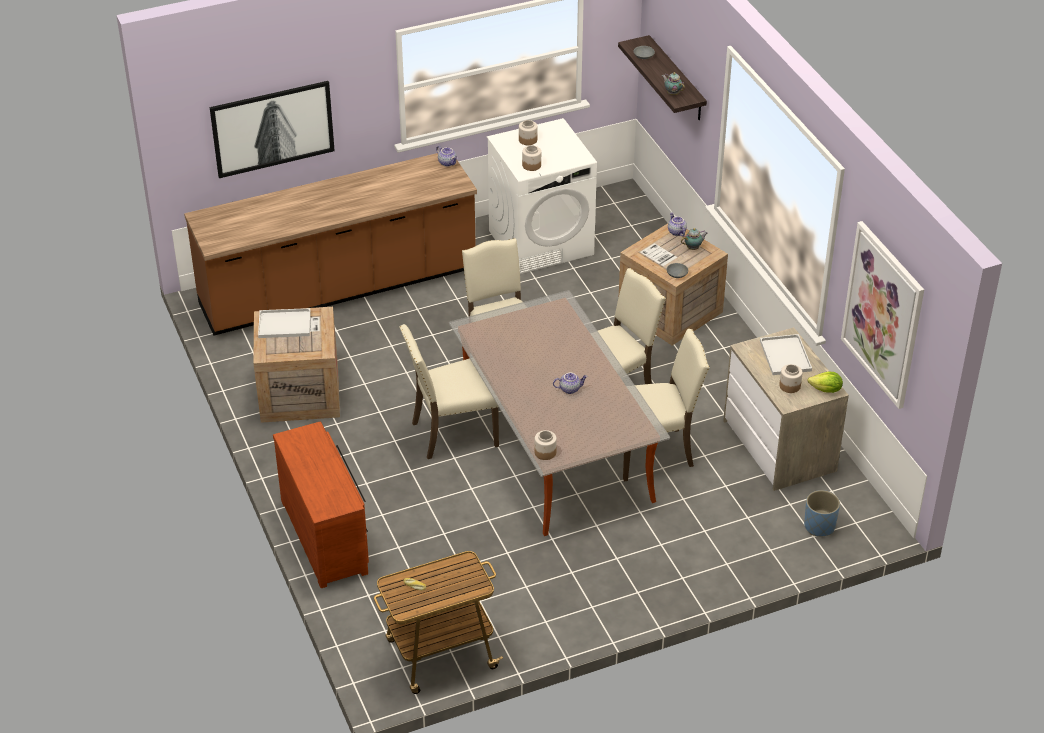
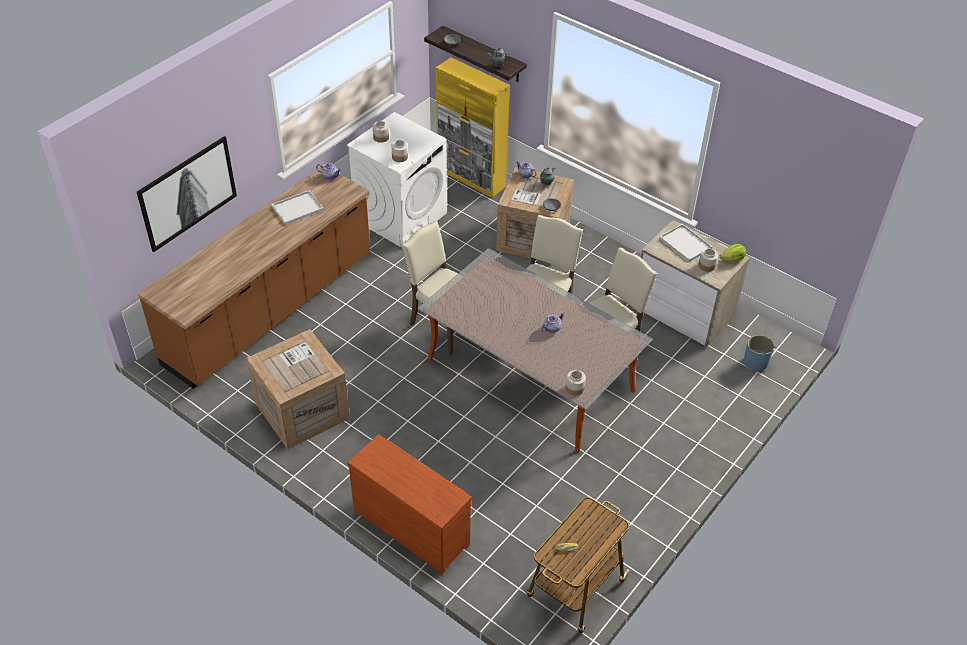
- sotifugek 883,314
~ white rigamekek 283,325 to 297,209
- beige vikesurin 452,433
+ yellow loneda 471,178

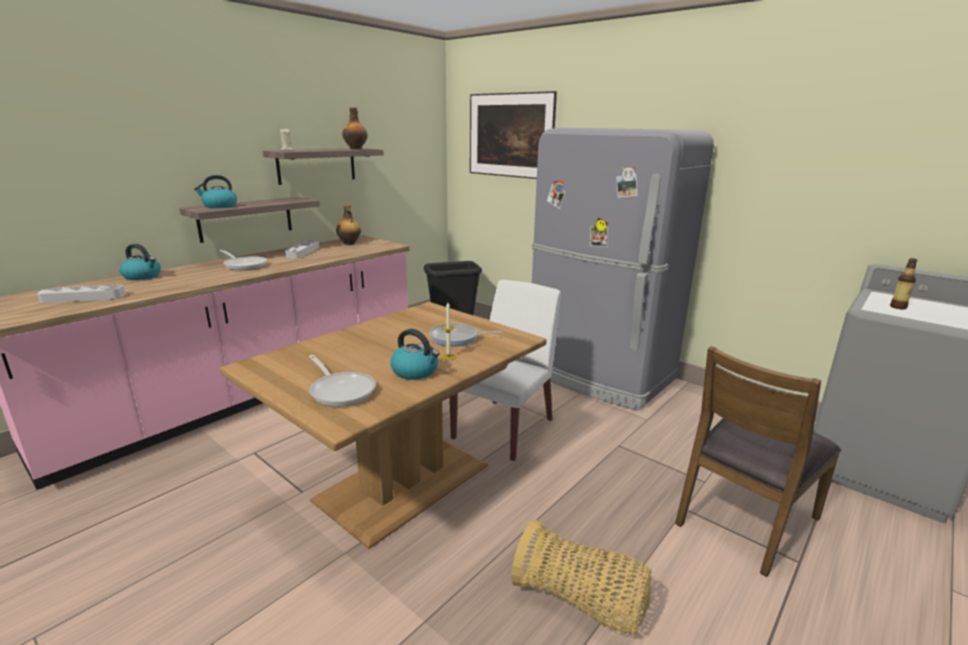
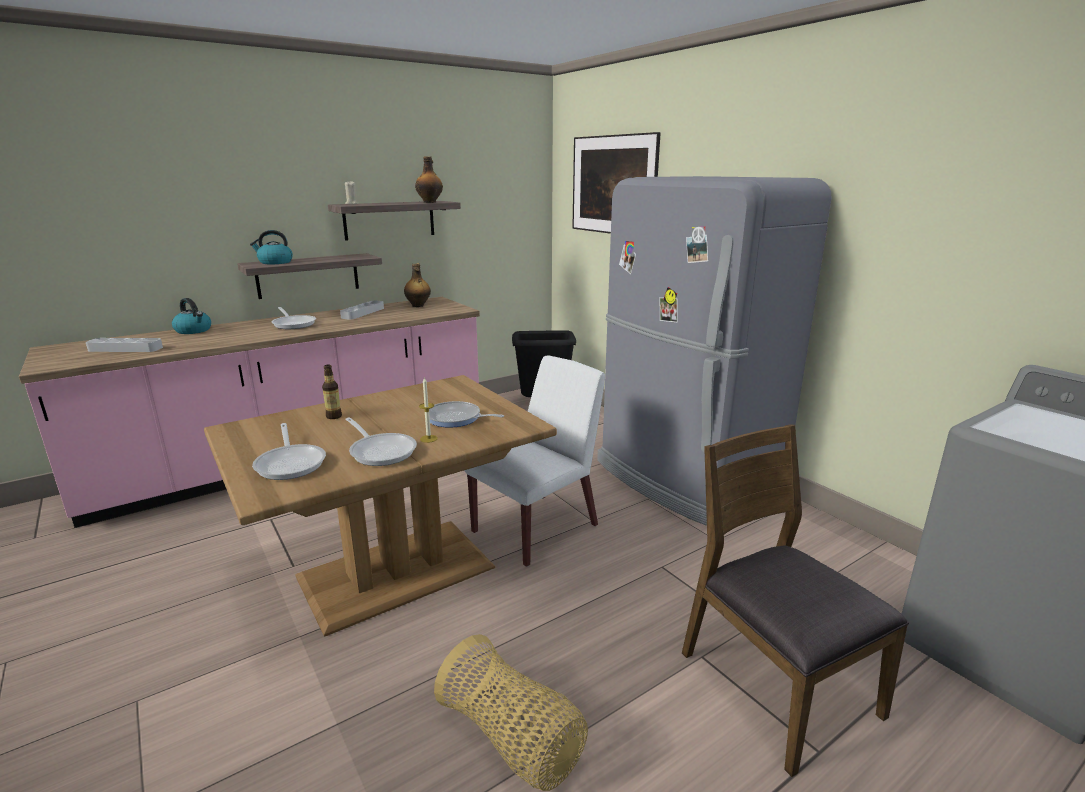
~ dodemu 898,307 to 334,416
~ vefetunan 415,371 to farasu 381,451
~ brown vikesurin 744,519 = 774,684 90 degrees clockwise

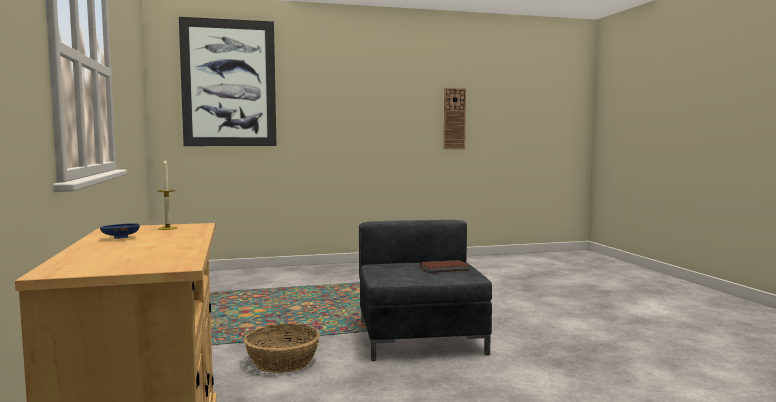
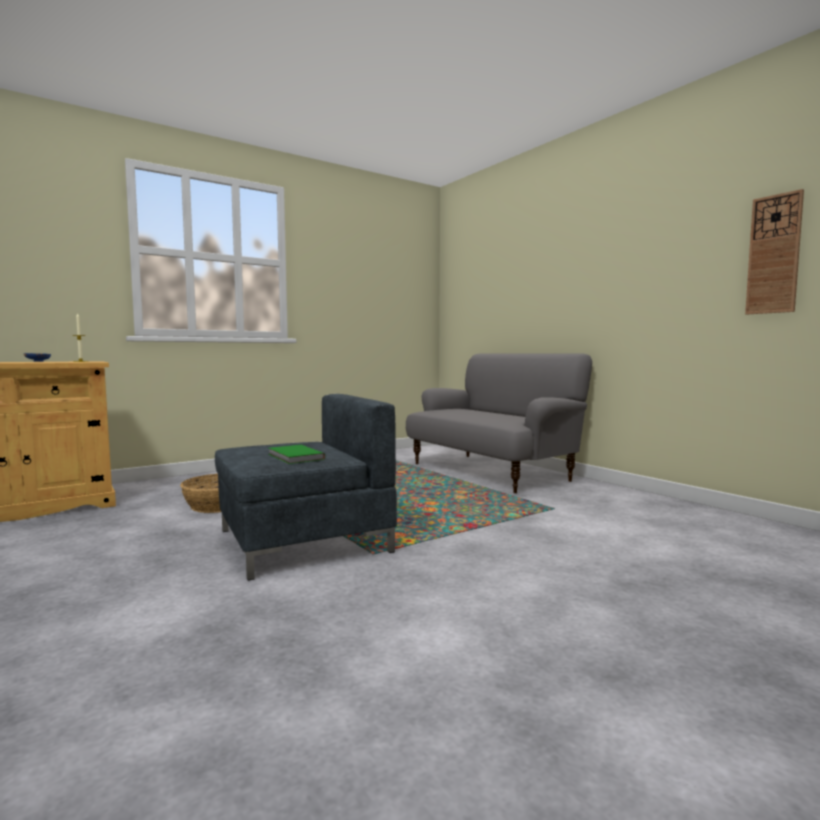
- sotifugek 229,83
~ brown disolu 445,269 to green disolu 294,457
+ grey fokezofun 490,471

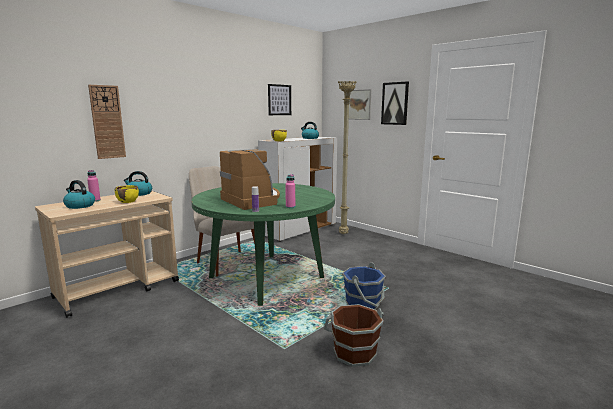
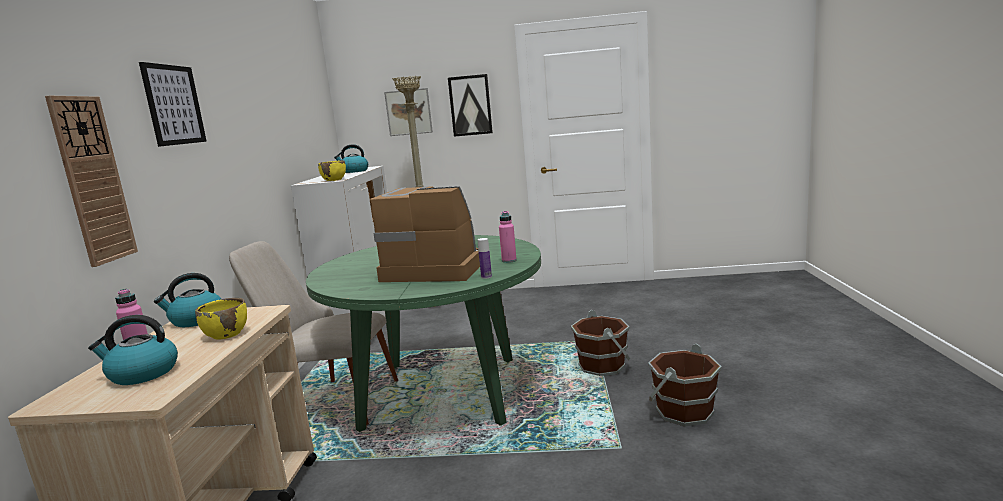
~ sotifugek 279,100 to 174,105
~ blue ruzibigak 363,304 to brown ruzibigak 602,366

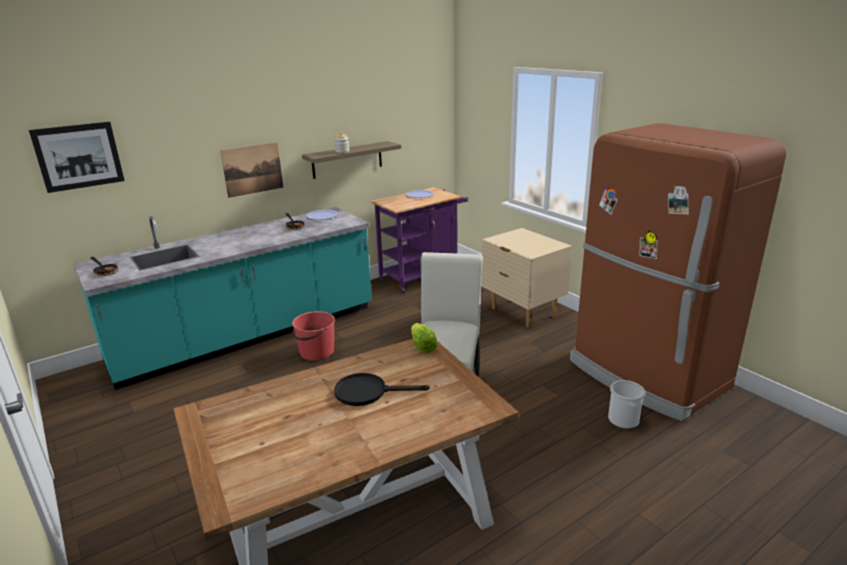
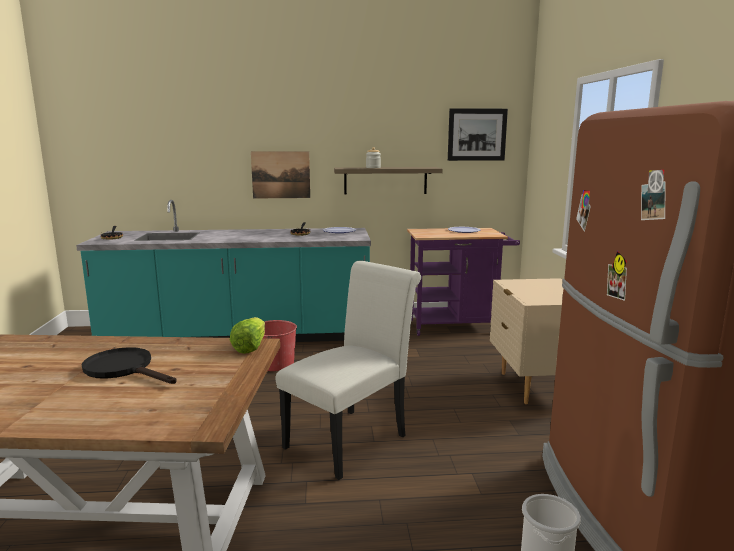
~ sotifugek 79,156 to 477,134

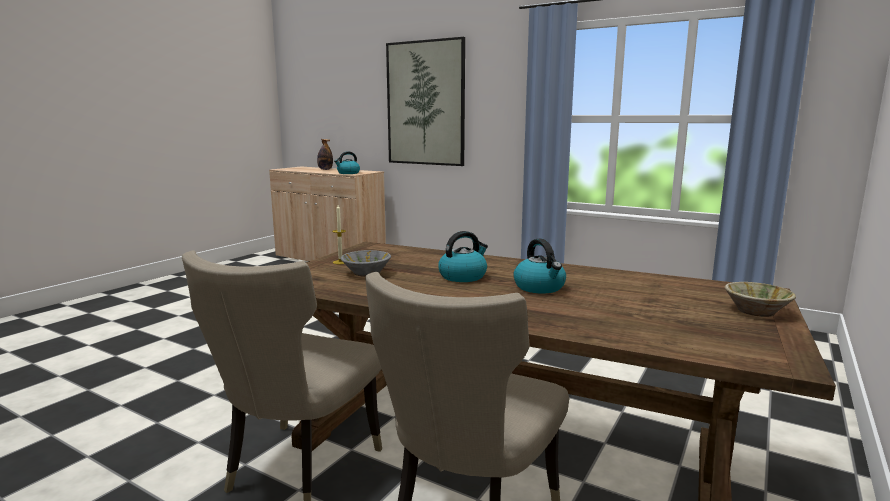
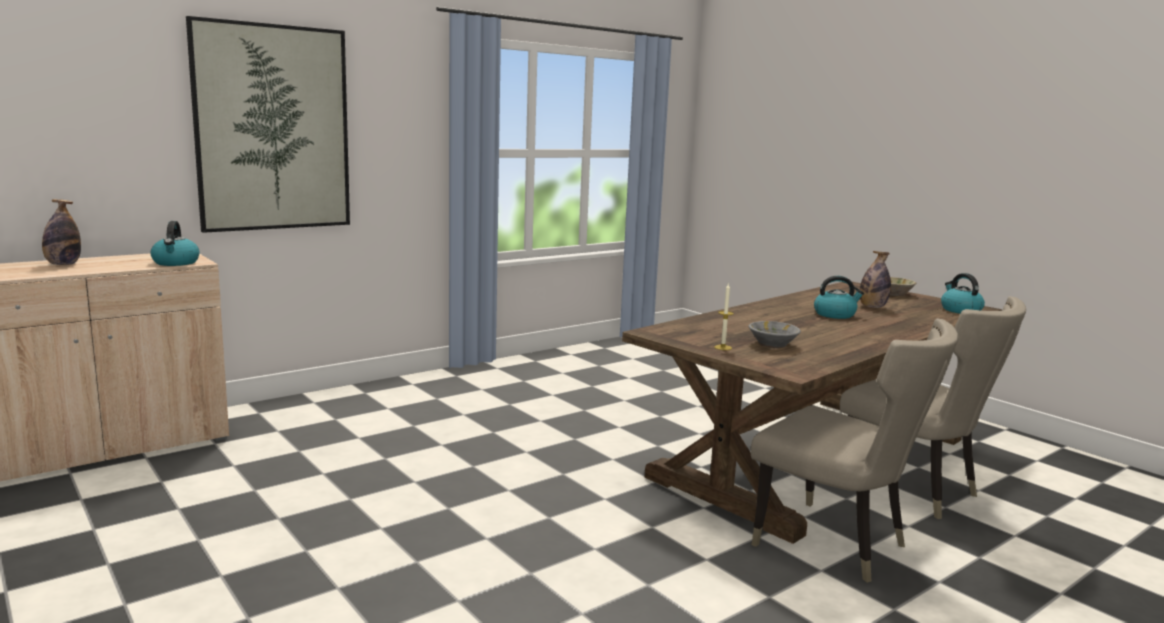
~ vefetunan 463,276 to 960,310
+ dodemu 872,307

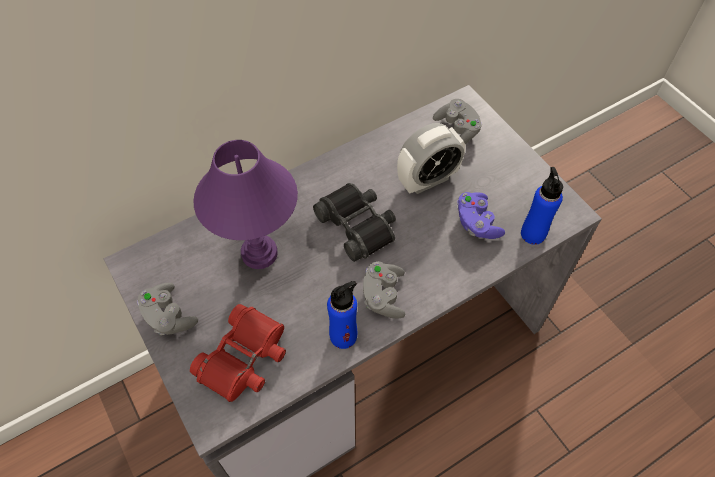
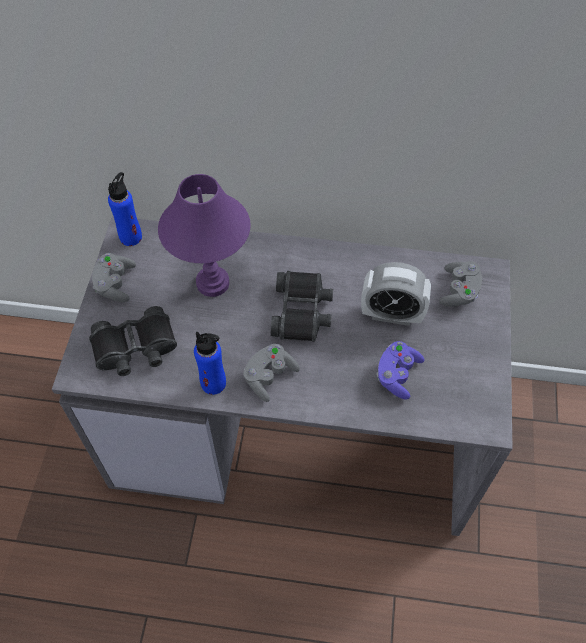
~ blue dodemu 533,234 to 131,237
~ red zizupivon 245,358 to black zizupivon 135,348

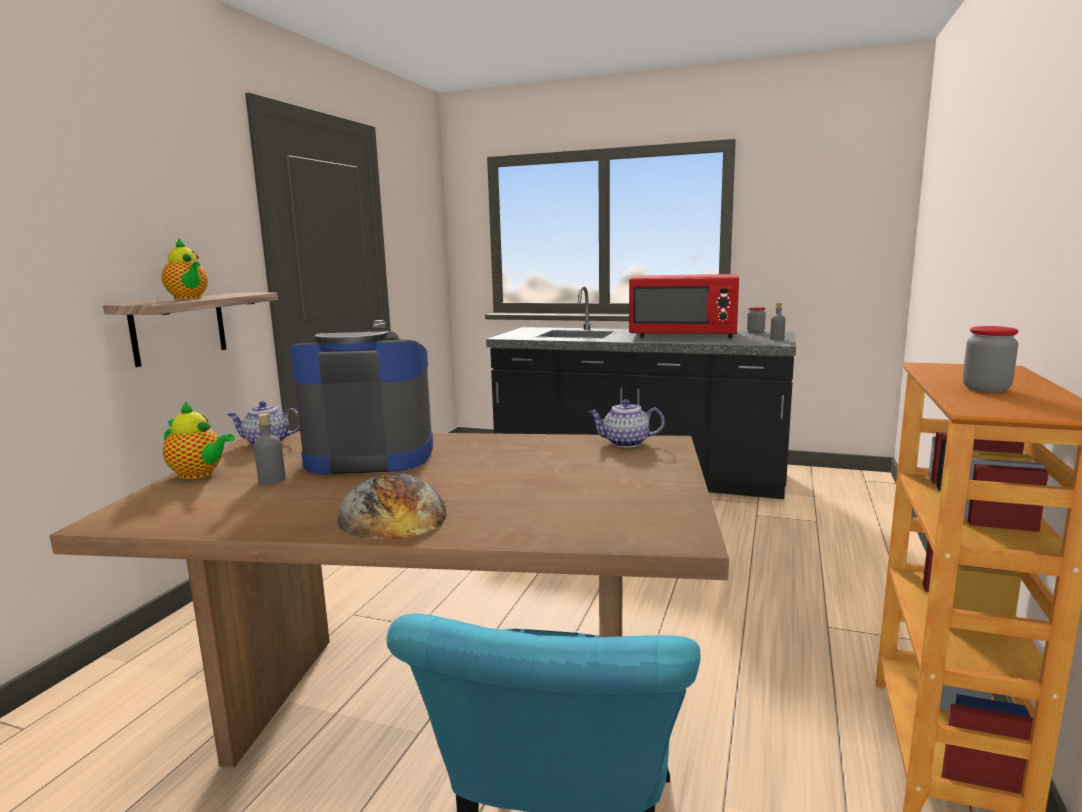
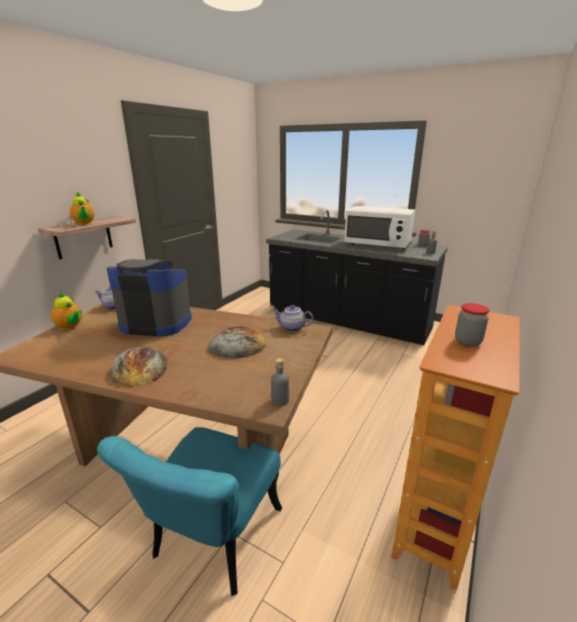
~ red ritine 684,336 to white ritine 378,245
~ grey dodemu 272,480 to 280,400
+ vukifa 237,345

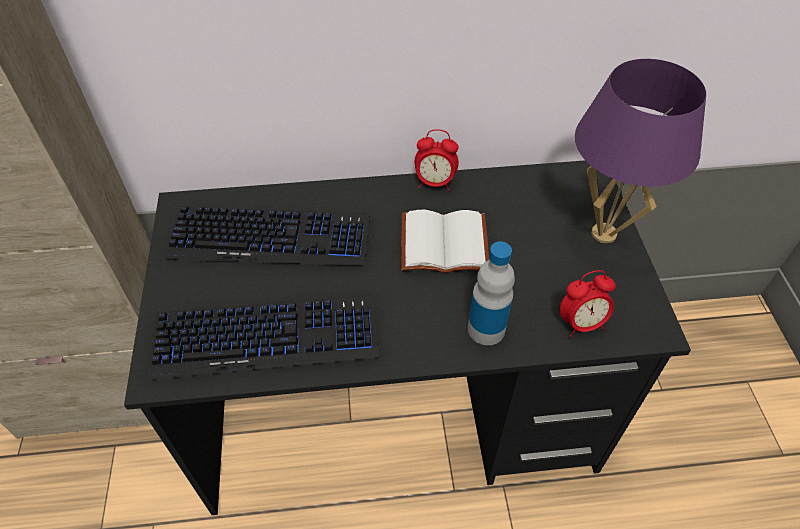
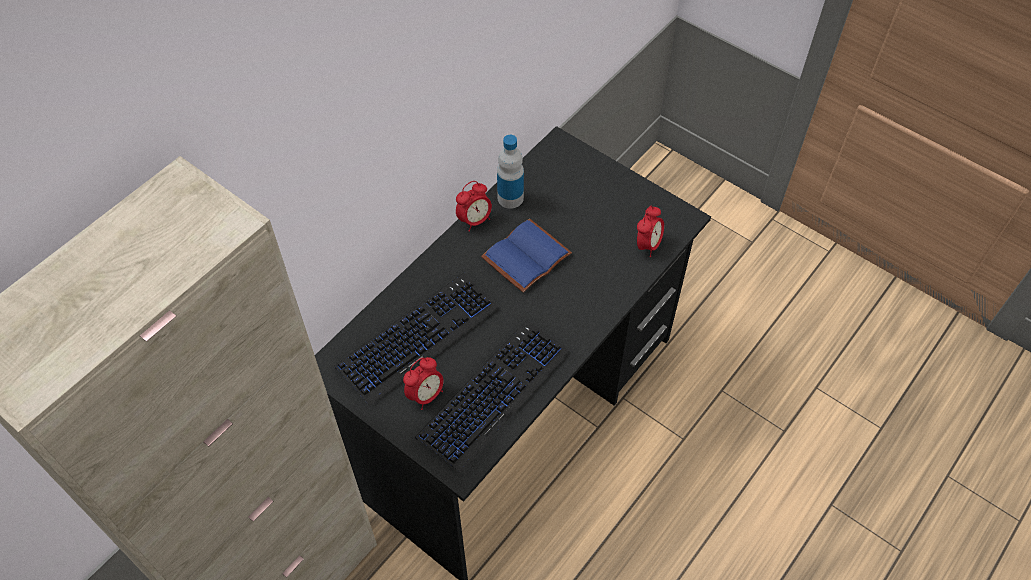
- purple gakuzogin 603,233
~ white disolu 445,242 to blue disolu 525,254
~ dodemu 486,329 to 510,198
+ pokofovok 426,395

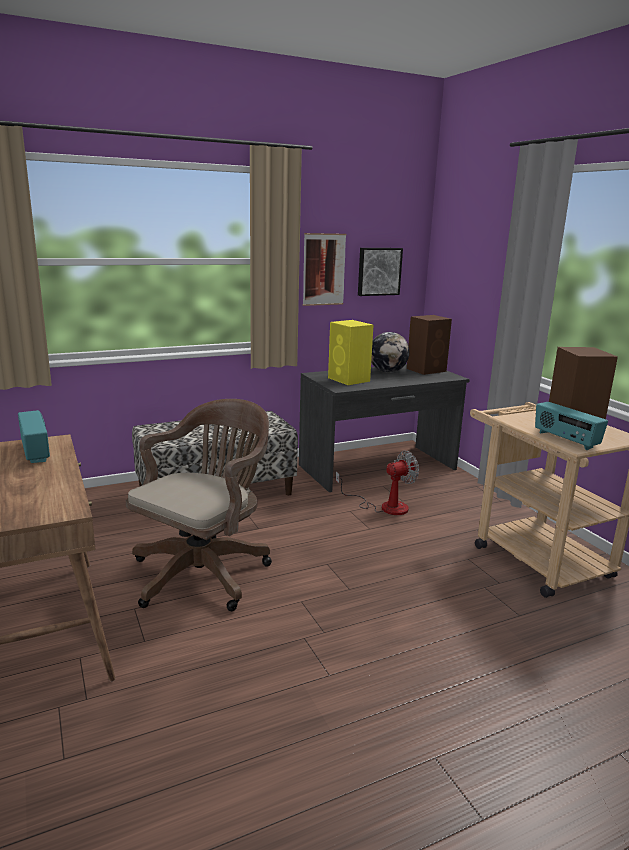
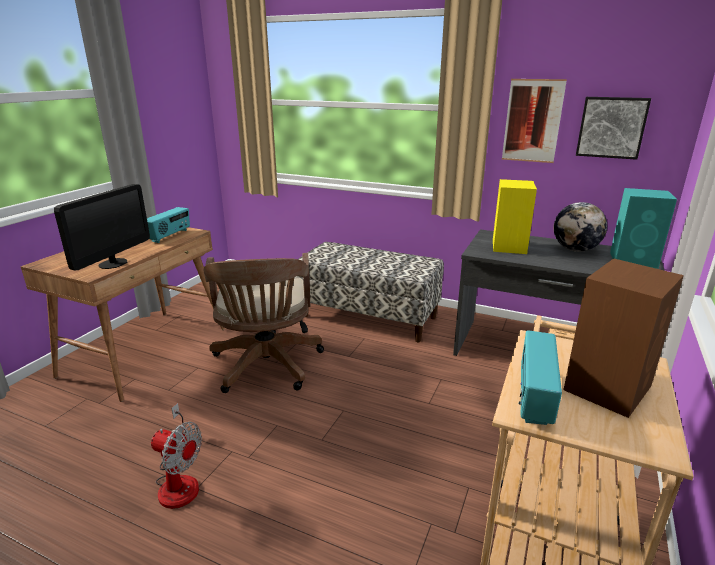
~ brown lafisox 427,370 to turquoise lafisox 634,260
~ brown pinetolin 205,571 = 266,367 90 degrees clockwise
~ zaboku 384,506 to 179,481
+ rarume 113,263

